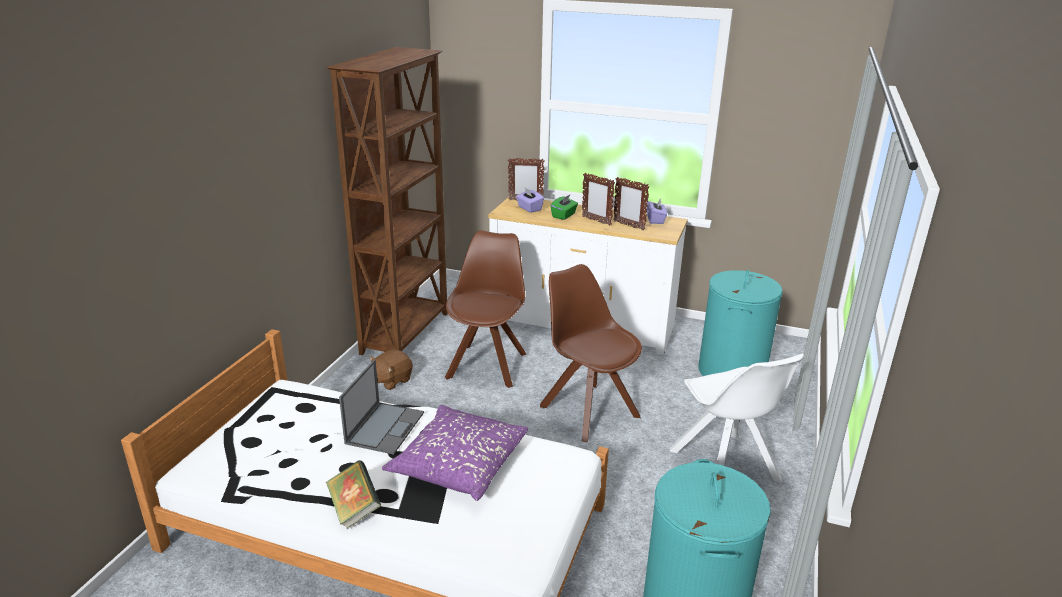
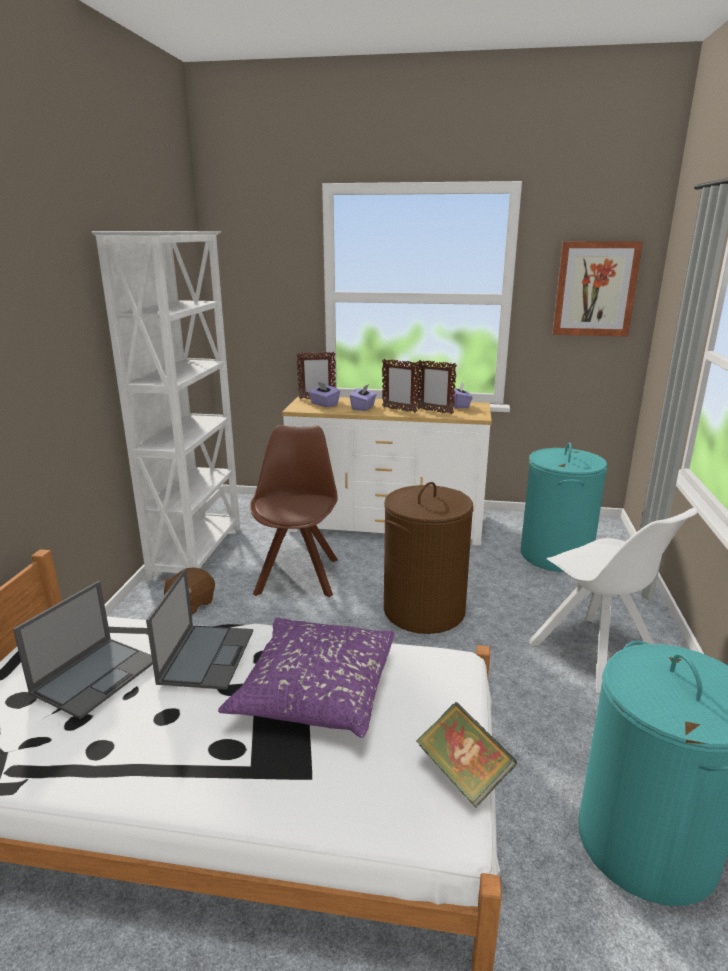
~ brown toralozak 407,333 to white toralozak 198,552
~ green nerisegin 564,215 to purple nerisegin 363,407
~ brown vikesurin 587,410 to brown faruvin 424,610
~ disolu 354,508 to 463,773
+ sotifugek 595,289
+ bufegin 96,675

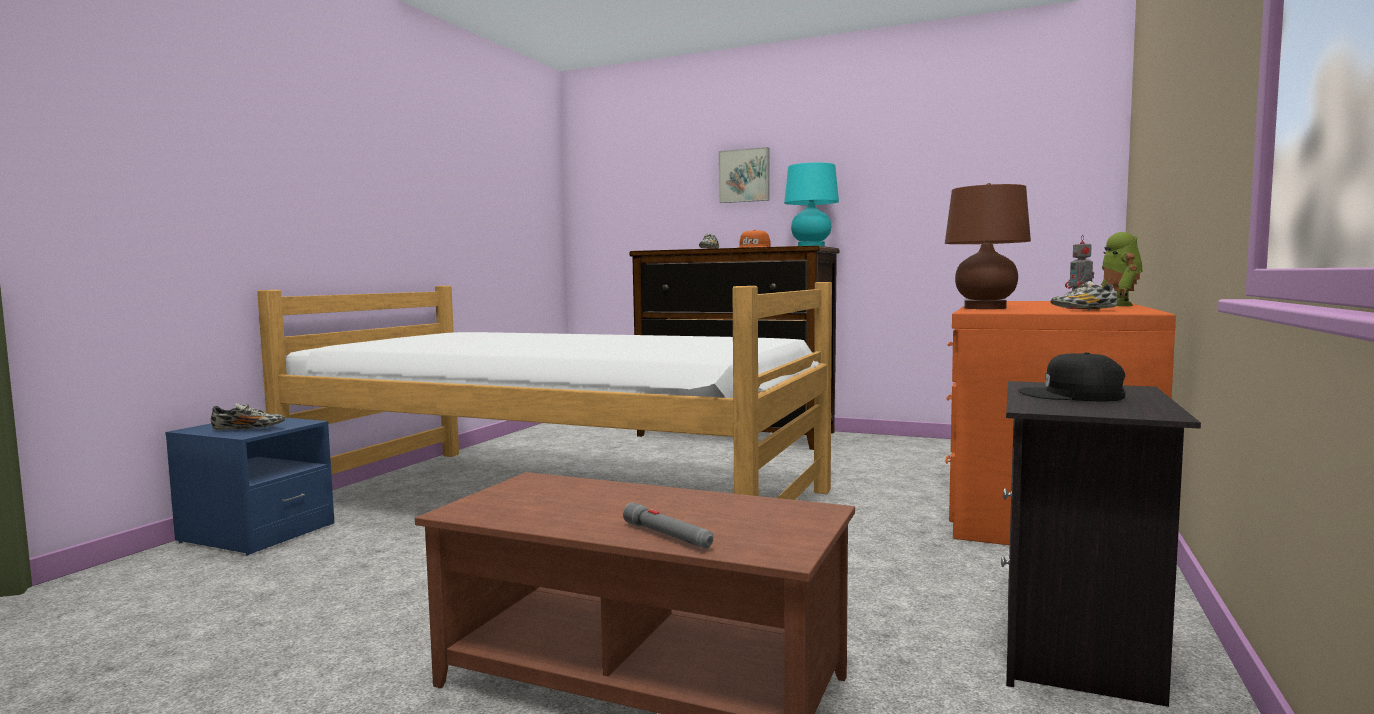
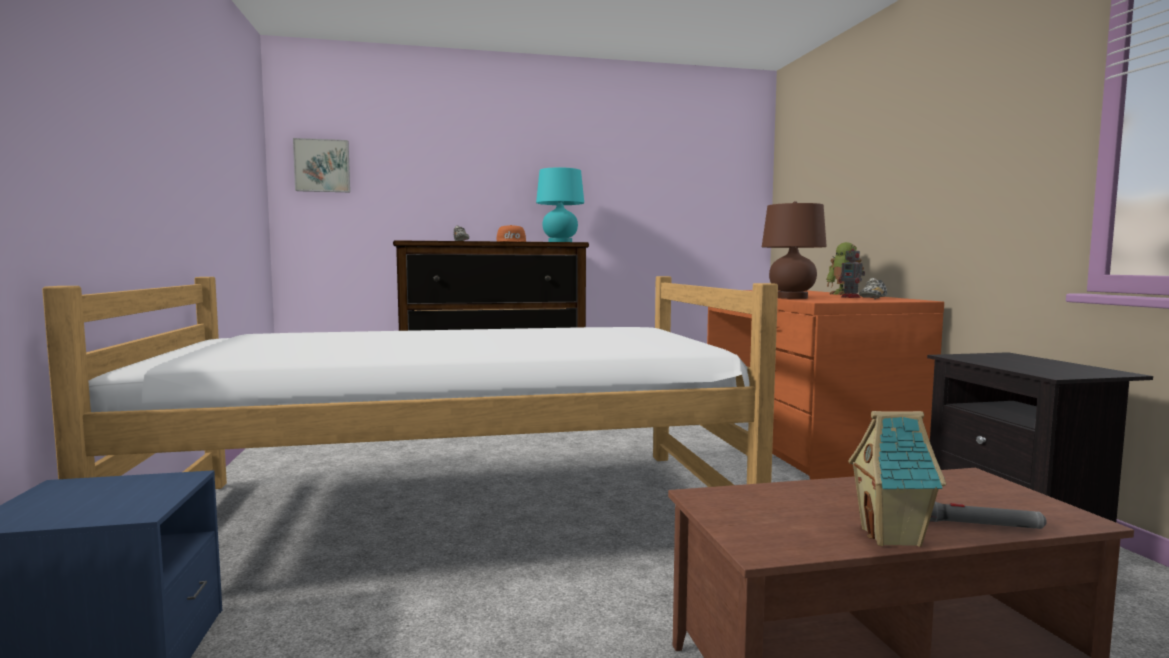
~ sotifugek 744,176 to 322,166
- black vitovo 1072,395
- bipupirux 249,429
+ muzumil 893,537

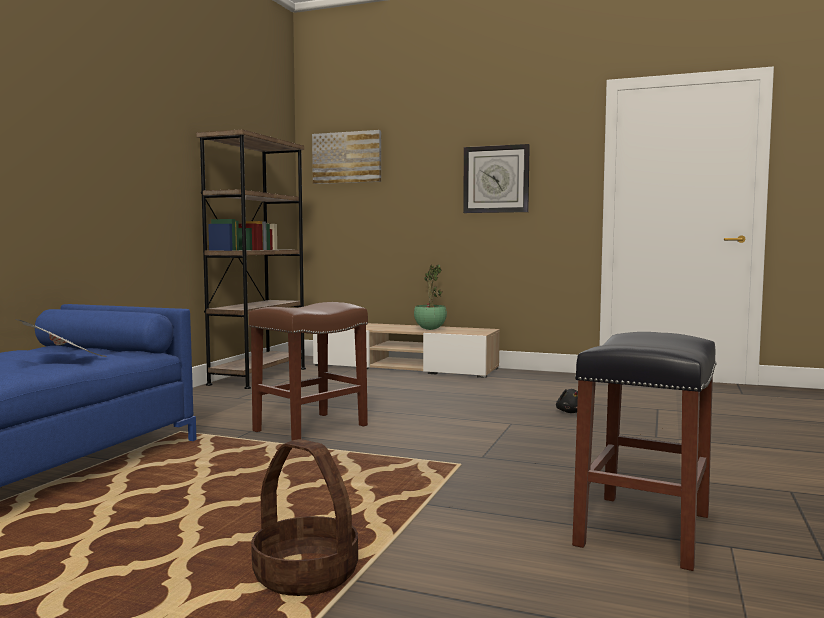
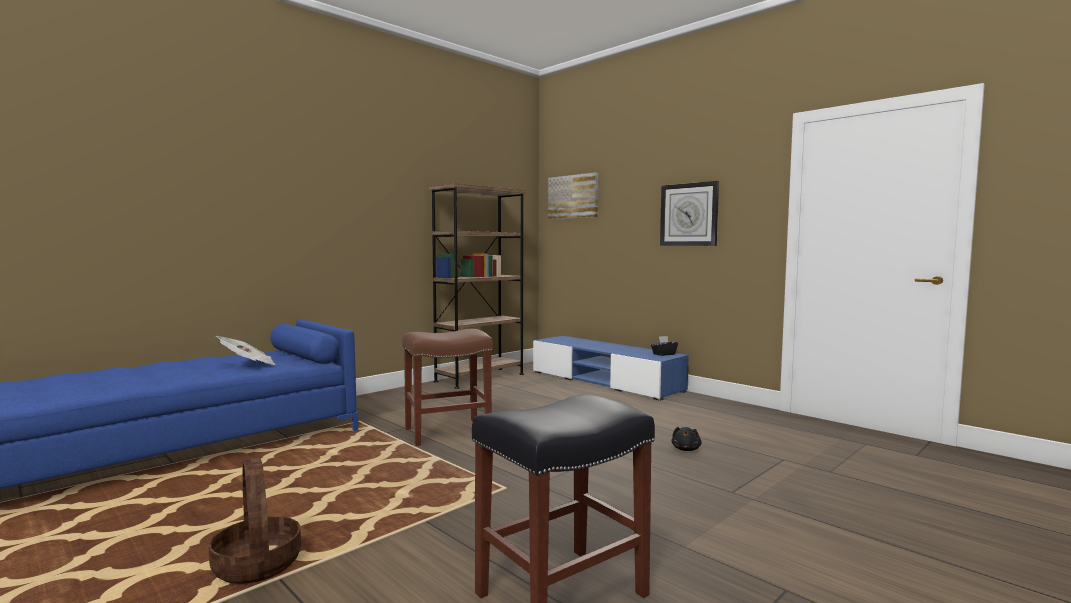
- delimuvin 429,329
~ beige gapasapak 405,367 to blue gapasapak 605,381
+ black nerisegin 663,354

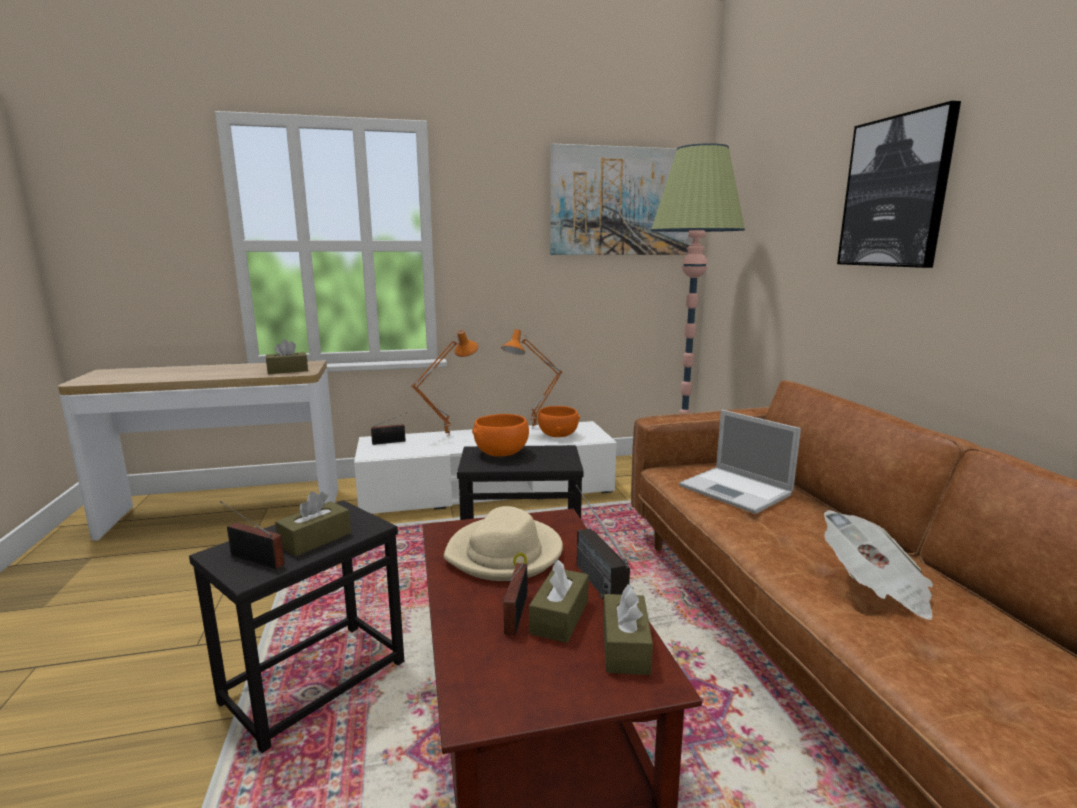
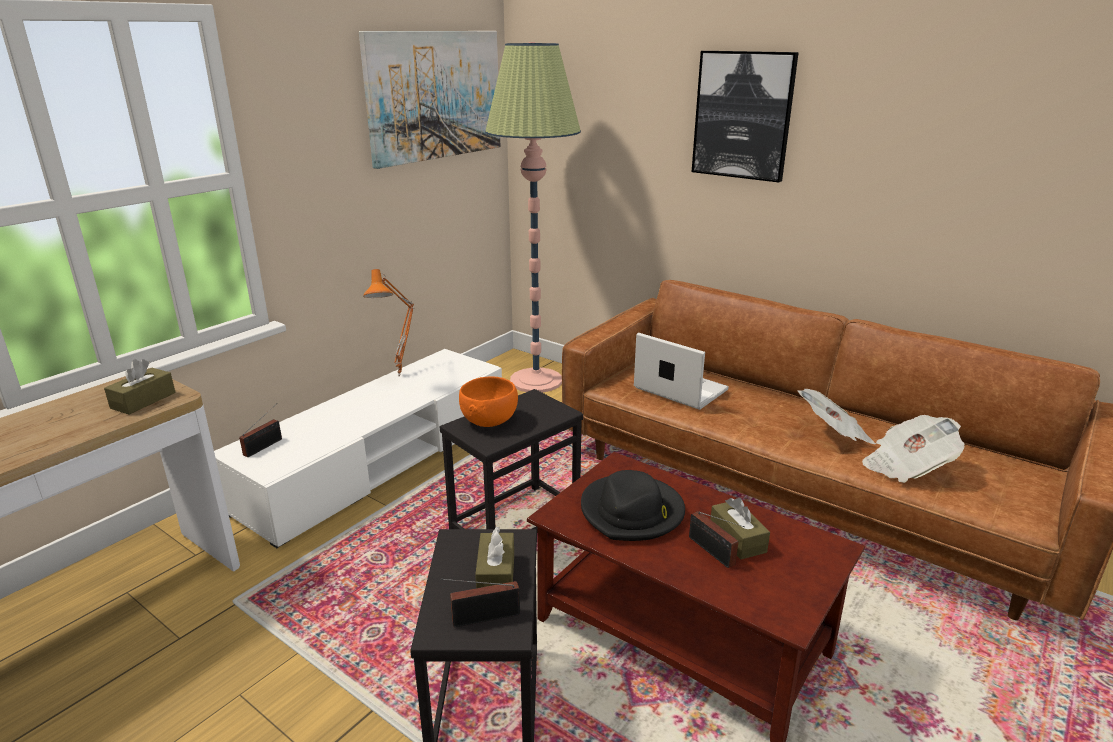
- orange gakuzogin 447,435
- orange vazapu 557,435
~ bufegin 737,490 = 679,389 150 degrees counterclockwise
- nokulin 589,572
~ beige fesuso 505,553 to black fesuso 632,512
- brown nerisegin 625,647
+ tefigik 907,467

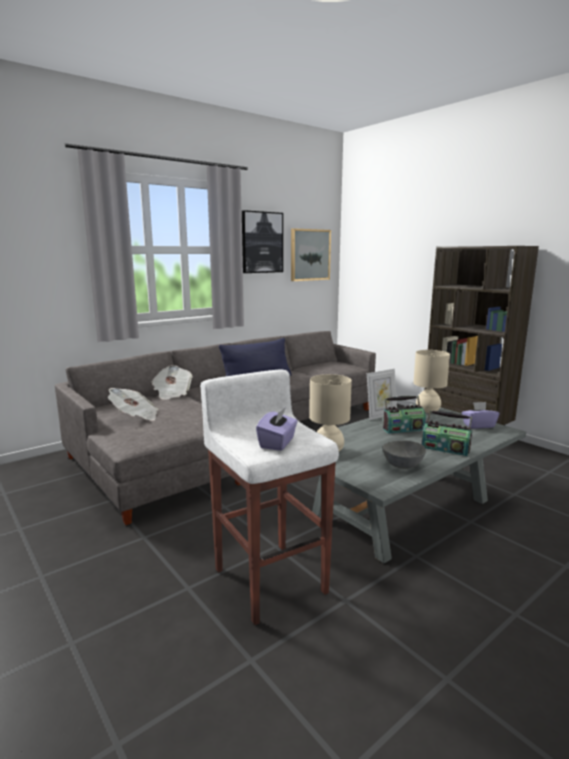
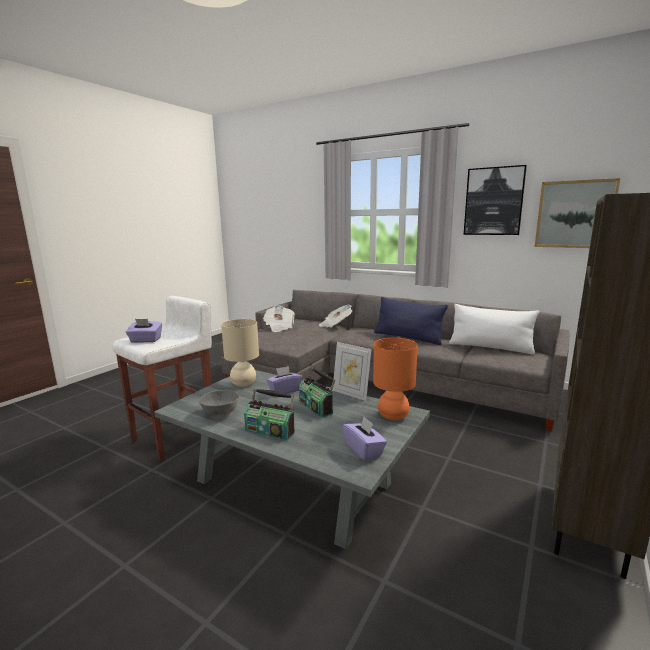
~ beige gakuzogin 428,411 to orange gakuzogin 393,416
~ nokulin 445,449 = 270,431 75 degrees counterclockwise
+ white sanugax 490,347
+ purple nerisegin 284,391

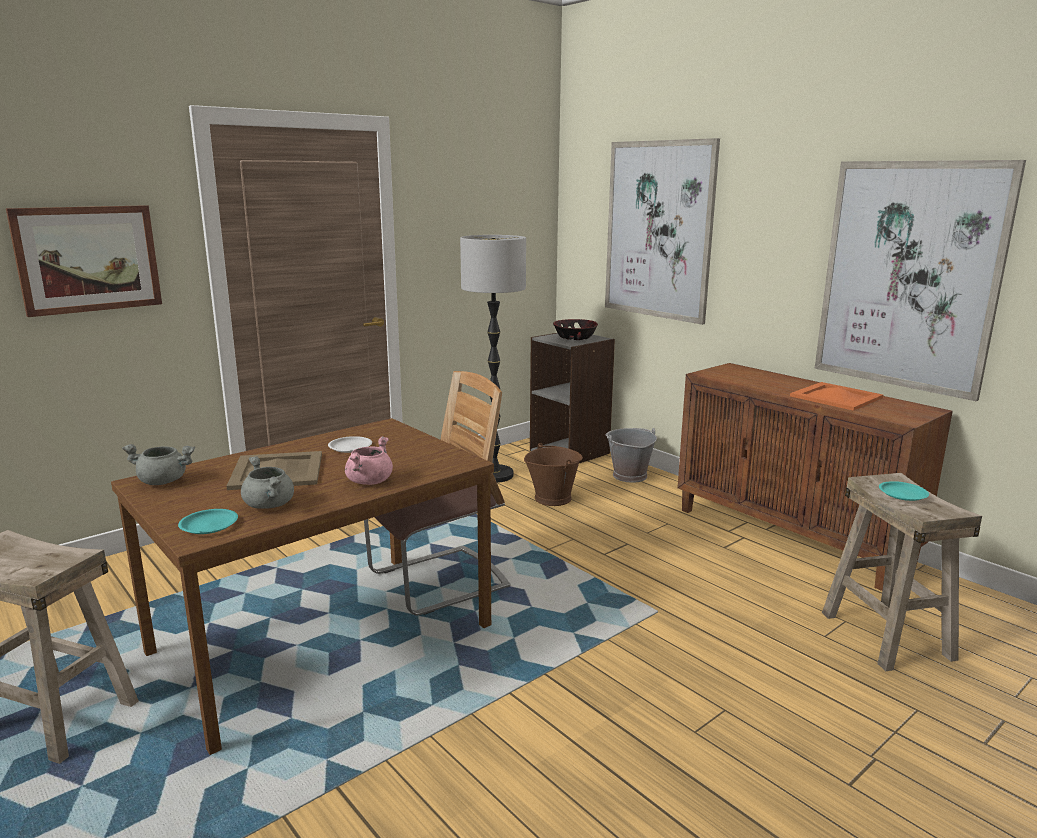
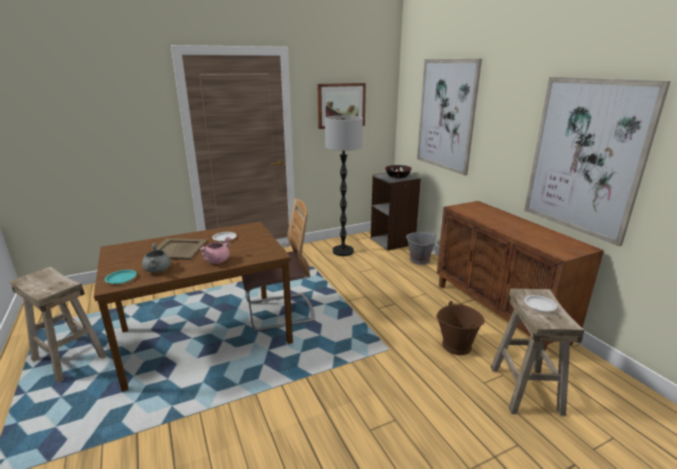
~ sotifugek 88,259 to 341,105
- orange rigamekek 836,397
~ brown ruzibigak 553,498 to 456,345
- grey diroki 164,481
~ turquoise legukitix 902,494 to white legukitix 539,305

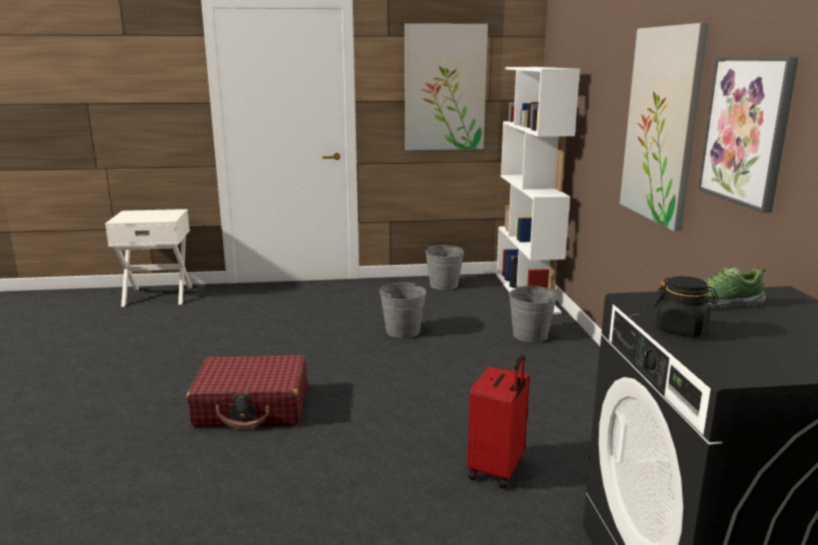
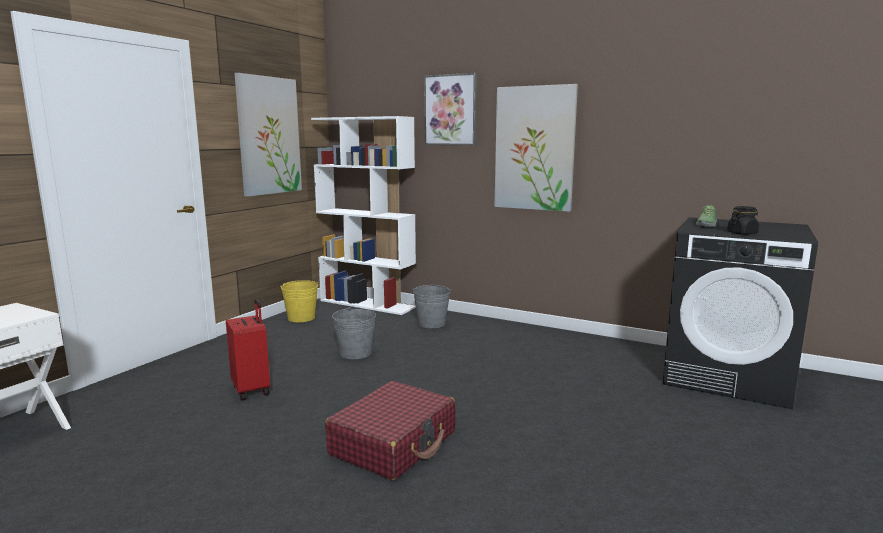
~ sotifugek 747,131 to 450,110
~ grey ruzibigak 444,285 to yellow ruzibigak 301,318
~ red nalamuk 497,469 to 252,389

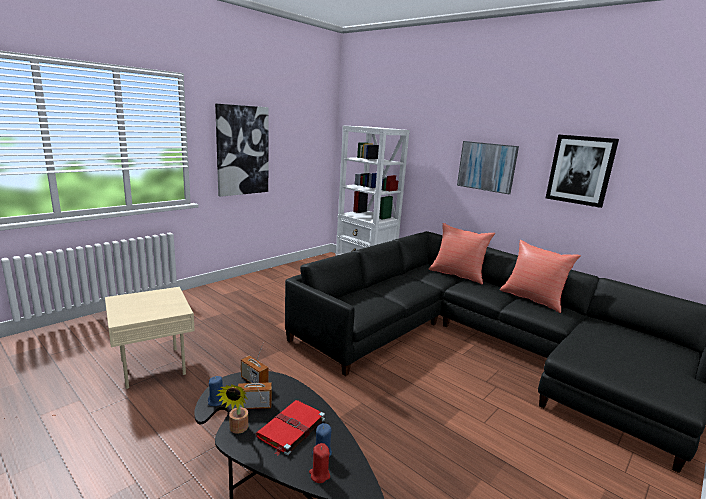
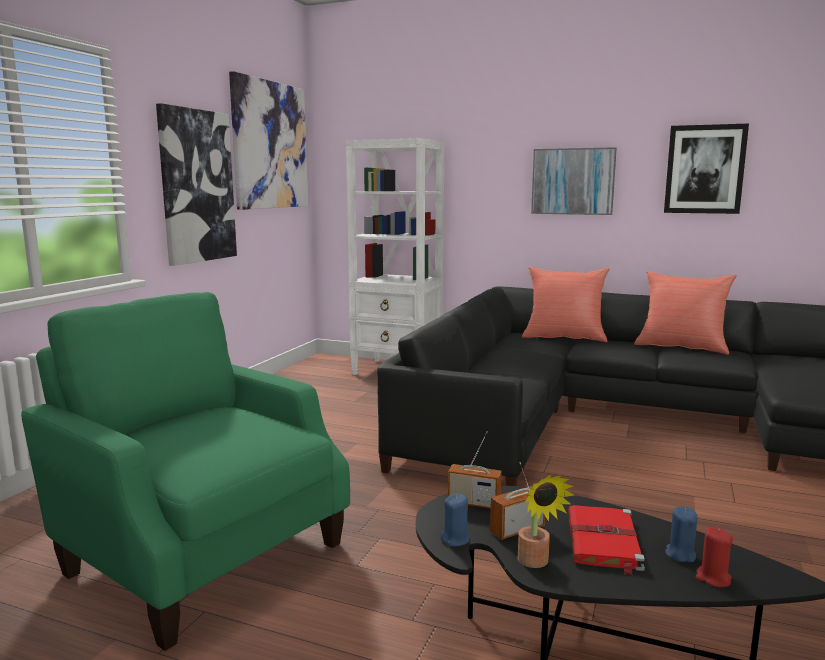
~ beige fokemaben 154,366 to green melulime 201,555
+ sotifugek 270,145

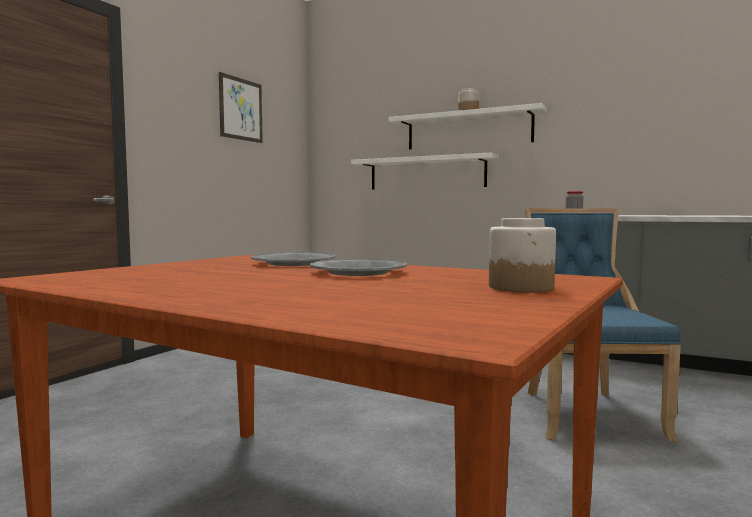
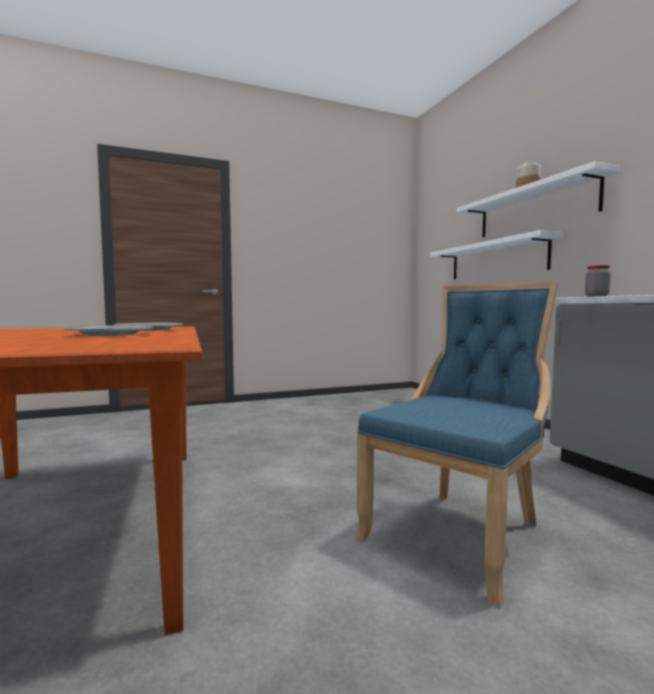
- sotifugek 241,109
- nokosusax 521,287

